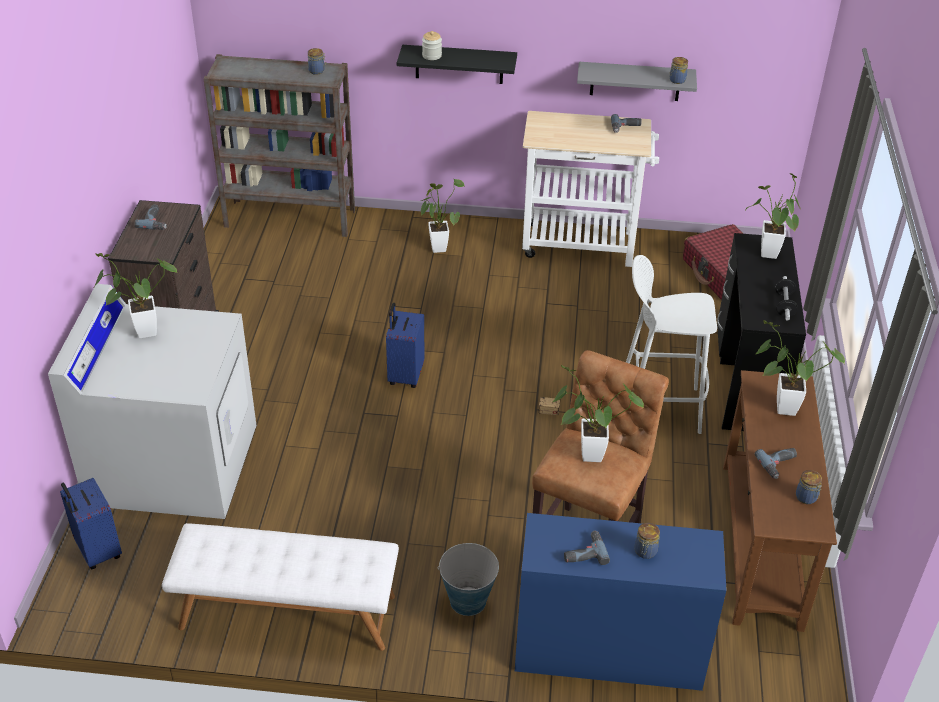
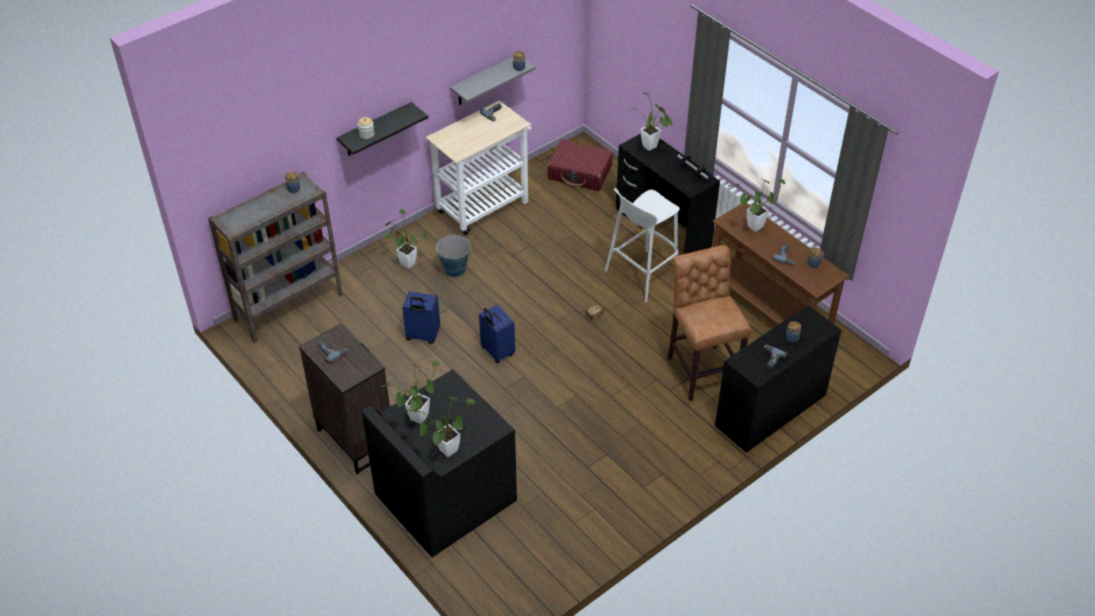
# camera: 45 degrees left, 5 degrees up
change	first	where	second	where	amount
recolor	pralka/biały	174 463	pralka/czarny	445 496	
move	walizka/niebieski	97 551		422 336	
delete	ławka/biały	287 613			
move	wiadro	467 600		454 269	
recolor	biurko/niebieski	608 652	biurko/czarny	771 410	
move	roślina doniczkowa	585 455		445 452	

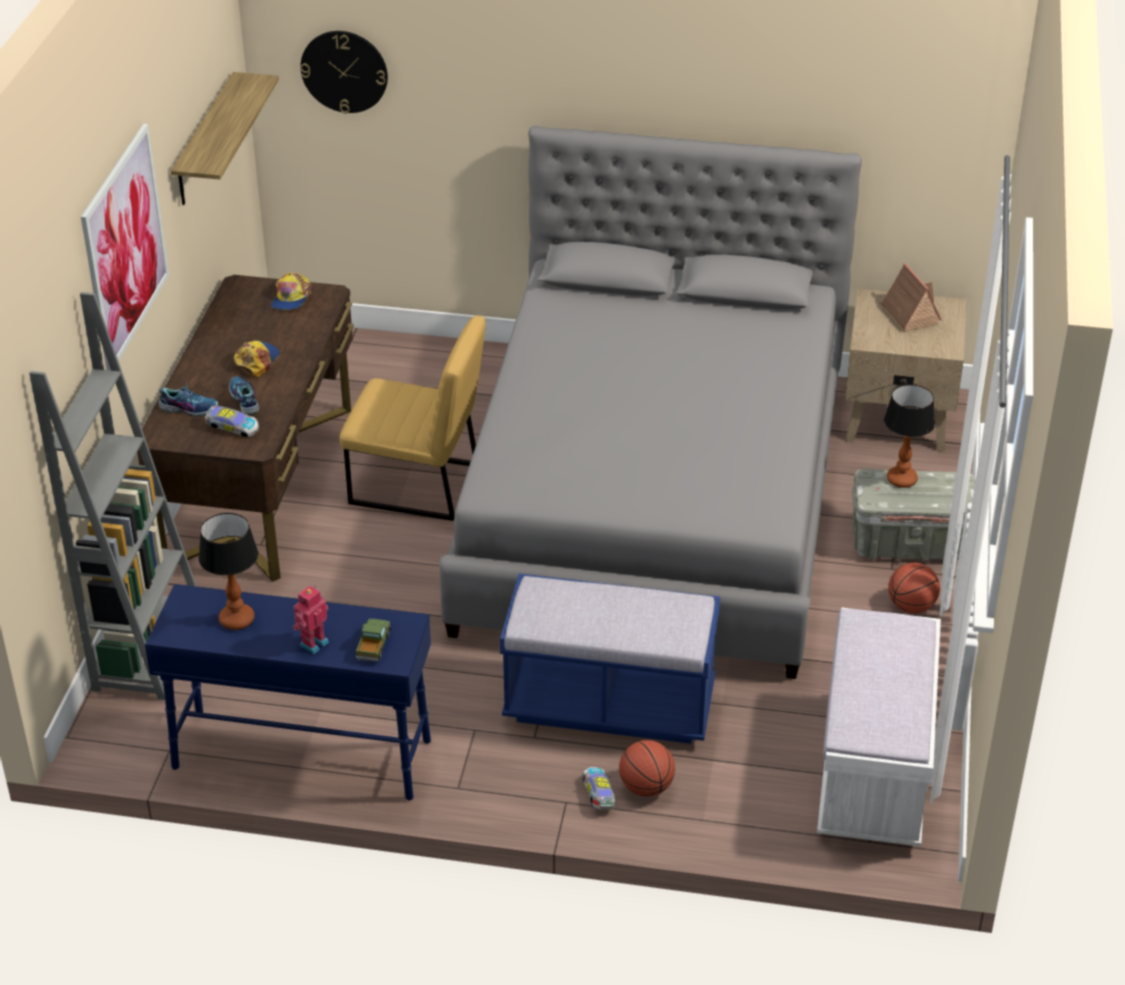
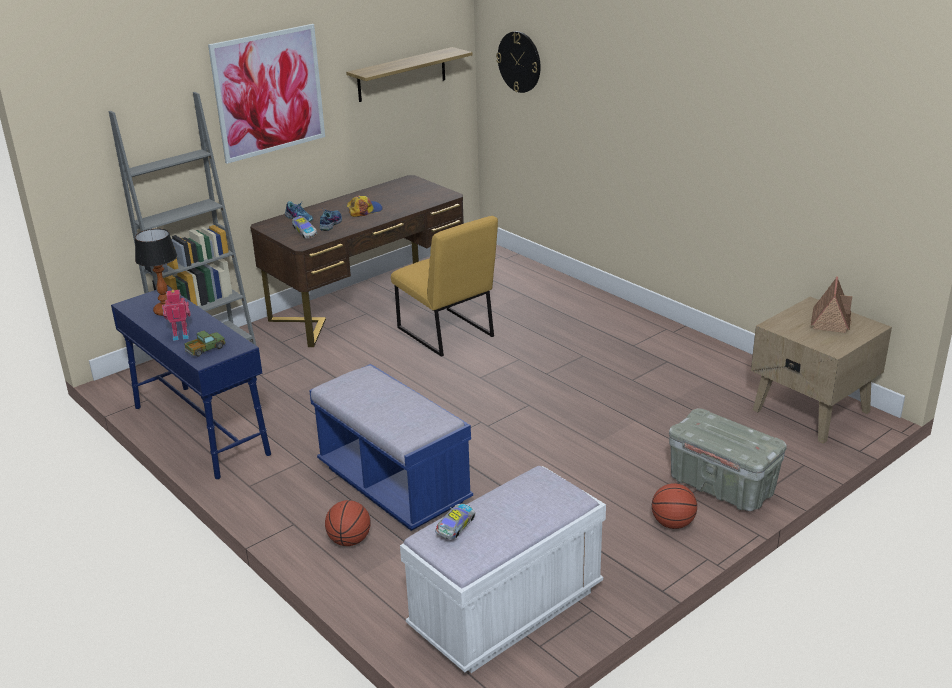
# camera: 40 degrees right, 10 degrees down
change	first	where	second	where	amount
delete	czapka z daszkiem	291 298			
delete	łóżko/szary	655 500			
move	samochodzik	599 795		455 529	
delete	lampa stołowa	901 479			

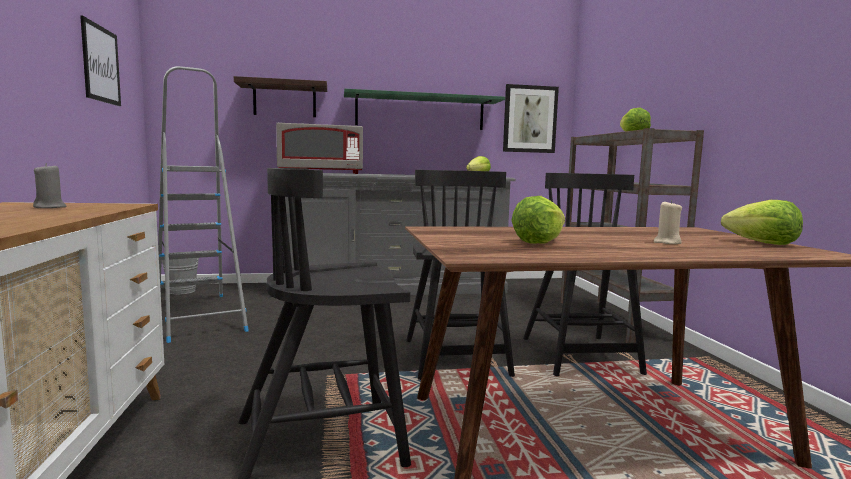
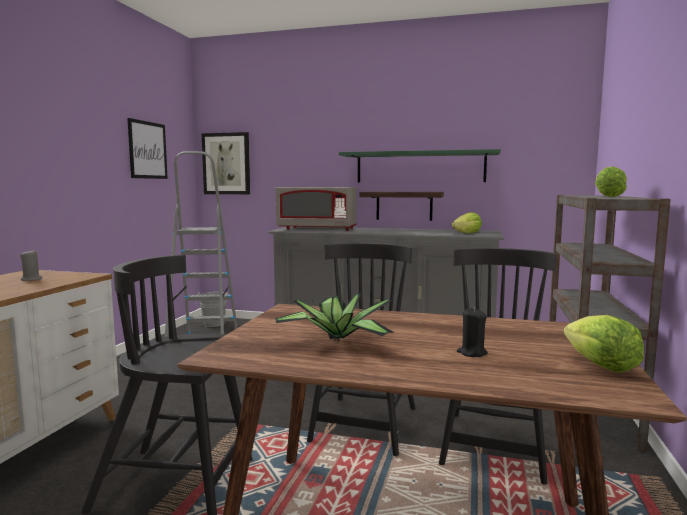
# camera: 25 degrees right, 0 degrees up
change	first	where	second	where	amount
move	półka	284 100		404 205	
move	obraz	529 119		226 163	
replace	sałata	539 242	roślina doniczkowa	335 339	
recolor	świeca/beżowy	667 242	świeca/czarny	472 353	

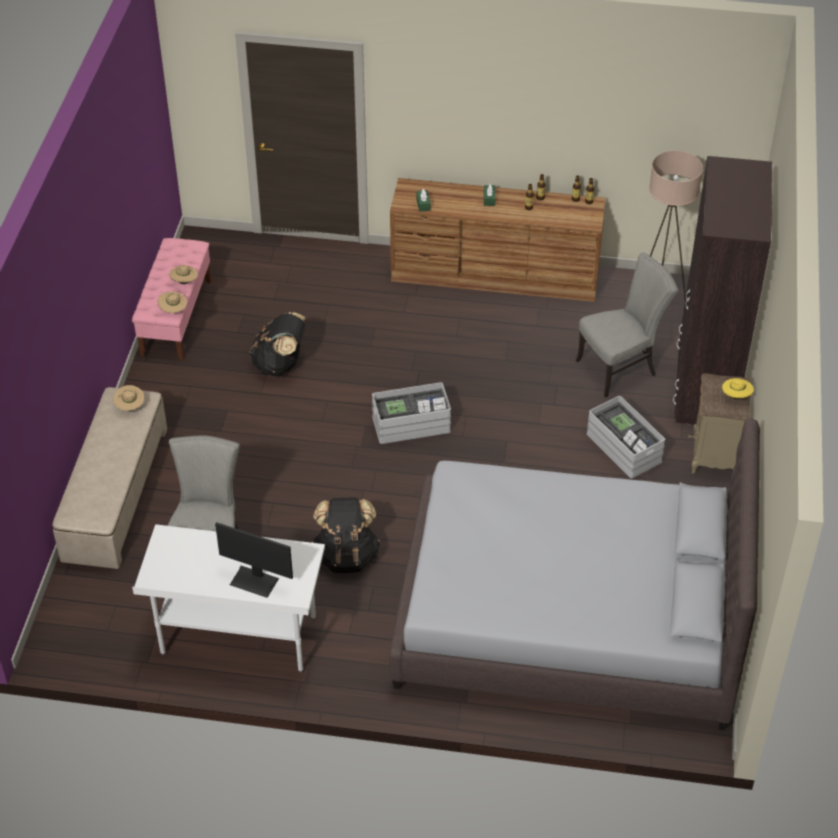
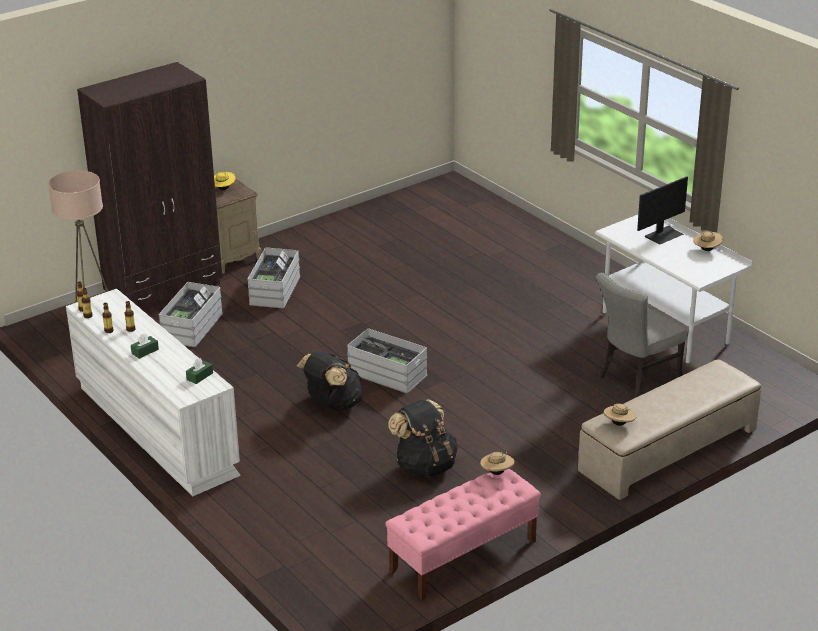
# camera: 135 degrees left, 15 degrees down
change	first	where	second	where	amount
move	kapelusz/beżowy	184 282		706 249	
rotate	monitor	255 581		663 235	75 degrees clockwise
move	plecak/czarny	346 556		332 404	
delete	łóżko/szary	569 617			
recolor	komoda/brązowy	495 274	komoda/biały	155 431	
replace	krzesło/szary	621 367	pojemnik do przechowywania/szary	191 326	

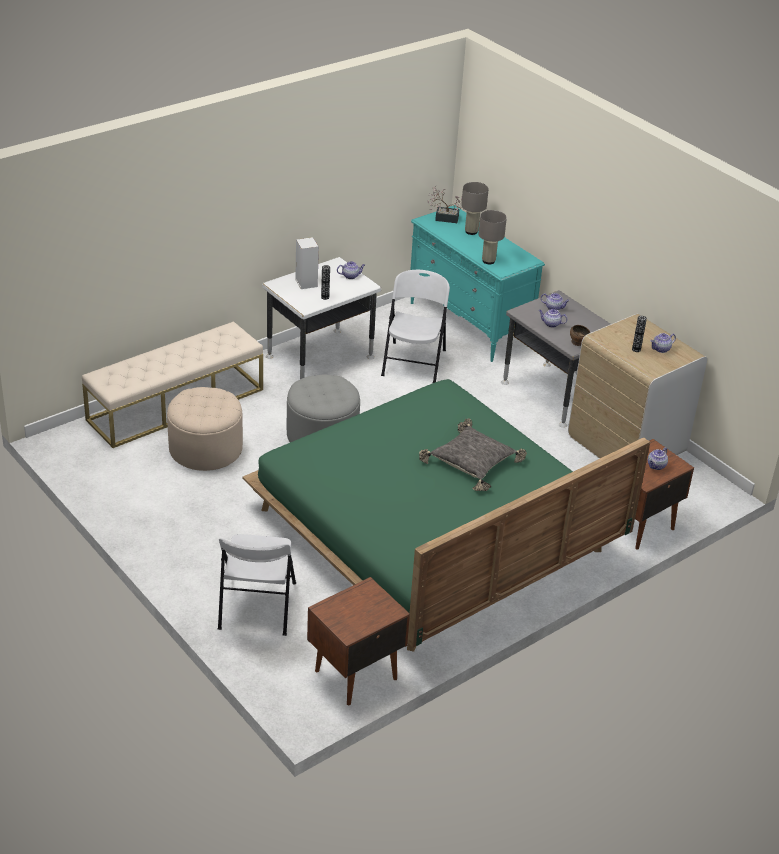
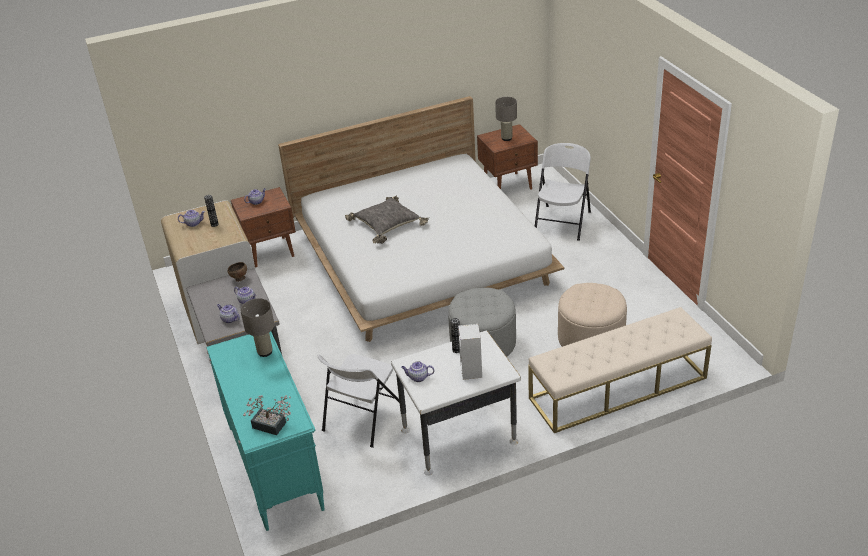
# camera: 160 degrees left, 0 degrees up
change	first	where	second	where	amount
recolor	łóżko/zielony	431 530	łóżko/biały	423 260	
move	lampa stołowa/szary	471 231		506 138	

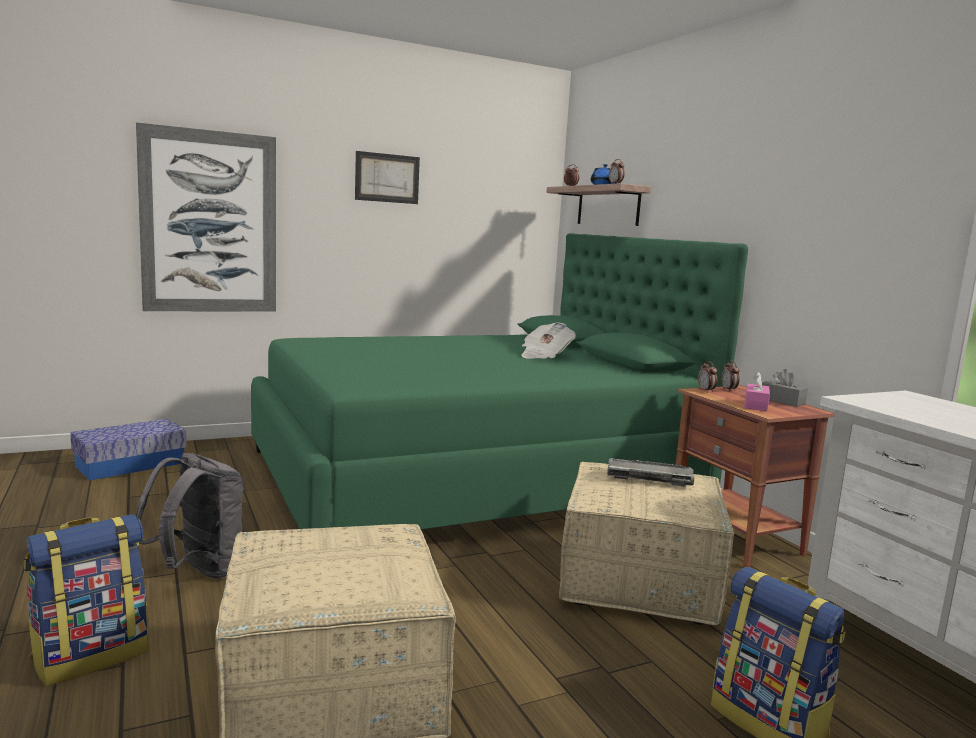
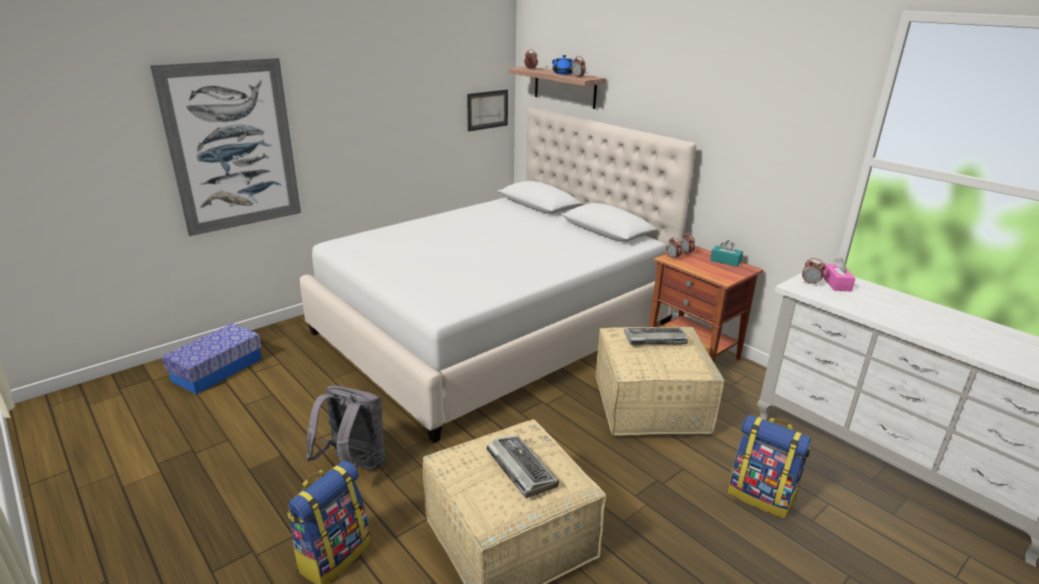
# camera: 15 degrees left, 15 degrees up
change	first	where	second	where	amount
recolor	łóżko/zielony	472 477	łóżko/biały	494 329	
move	obraz	387 178		487 110	
delete	gazeta	544 356			
move	pudełko chusteczek/różowy	755 405		836 284	
recolor	pudełko chusteczek/szary	782 401	pudełko chusteczek/turkusowy	725 261	
insert			klawiatura	520 469	
insert			budzik	810 283	

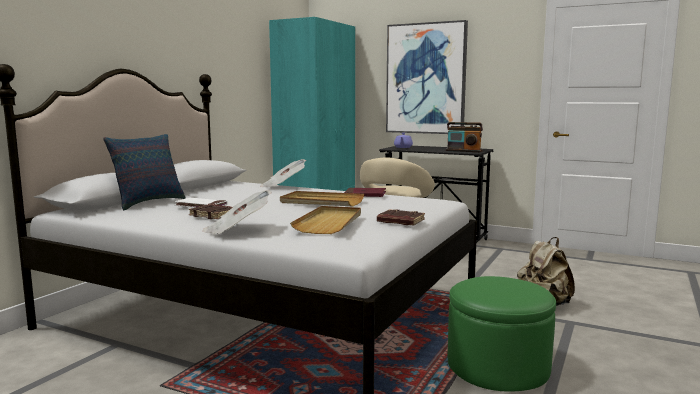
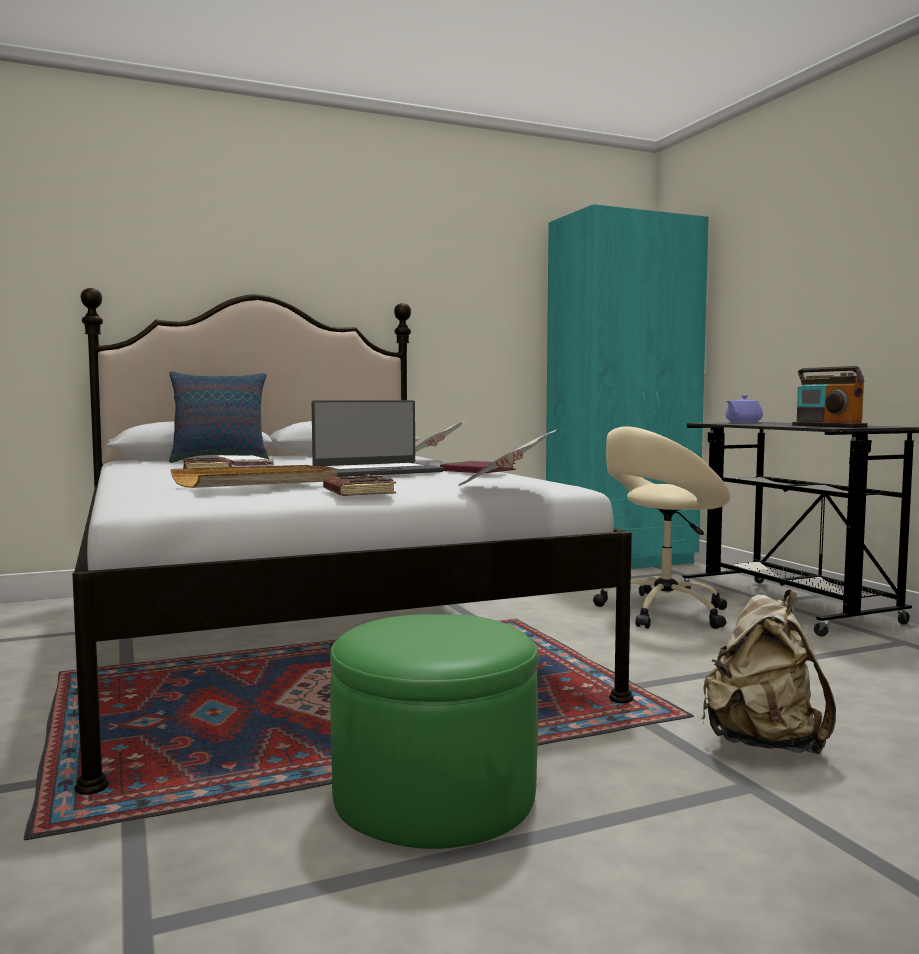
# camera: 40 degrees right, 5 degrees down
change	first	where	second	where	amount
move	gazeta	237 230		502 488	
replace	taca/beżowy	321 202	laptop	377 471	
delete	obraz	426 79			

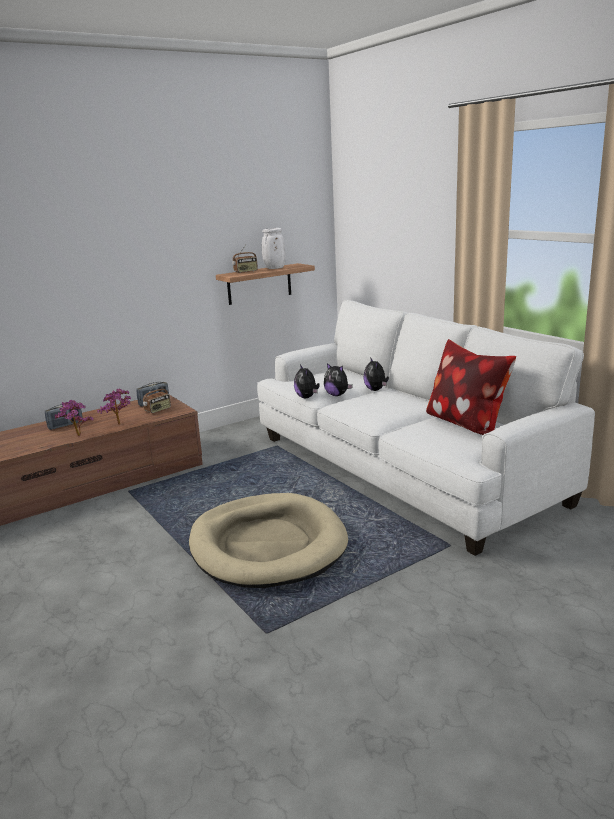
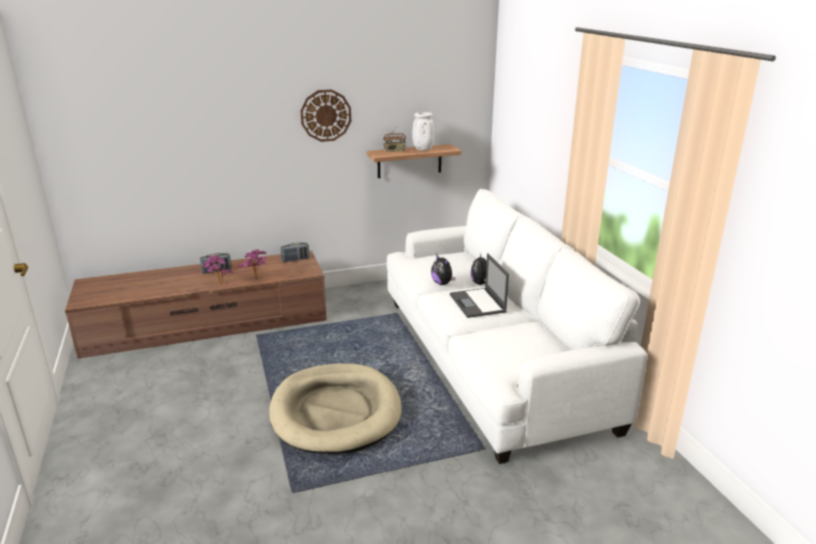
# camera: 15 degrees right, 5 degrees up
change	first	where	second	where	amount
delete	radio	158 410			
delete	pluszak	307 397			
delete	poduszka	465 424			
insert			zegar ścienny	326 115	
insert			laptop	478 303	

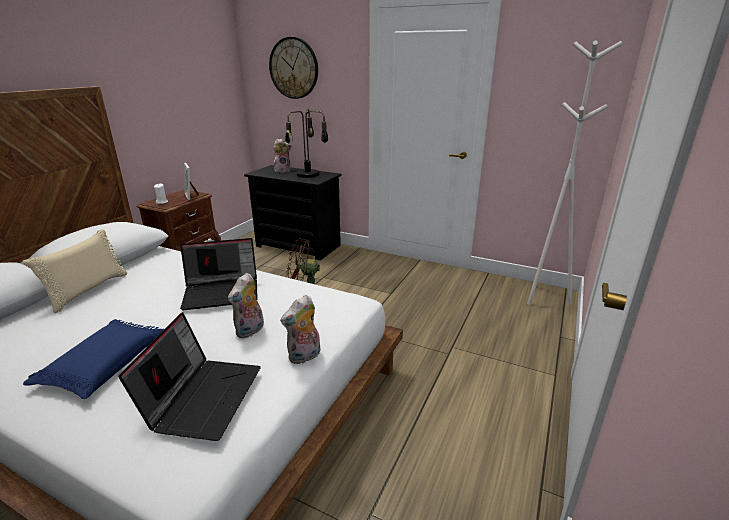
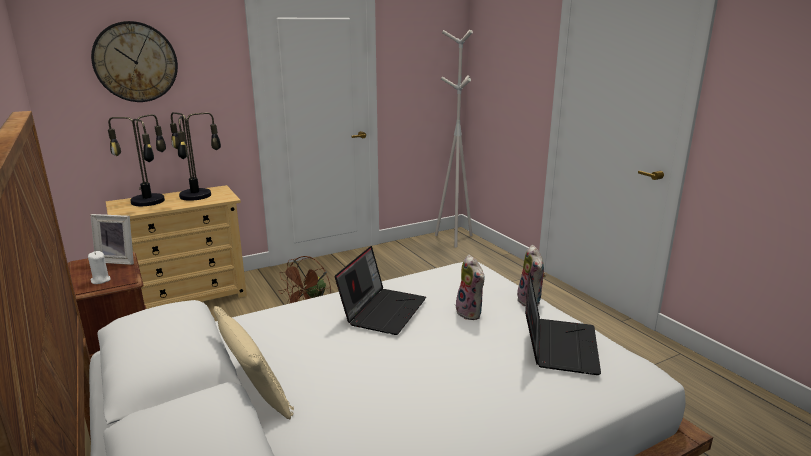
# camera: 55 degrees left, 5 degrees down
change	first	where	second	where	amount
delete	poduszka/niebieski	104 362			
rotate	laptop	203 396		557 345	60 degrees clockwise
recolor	komoda/czarny	298 246	komoda/beżowy	188 296	
replace	pluszak	283 170	lampa stołowa	148 201	

